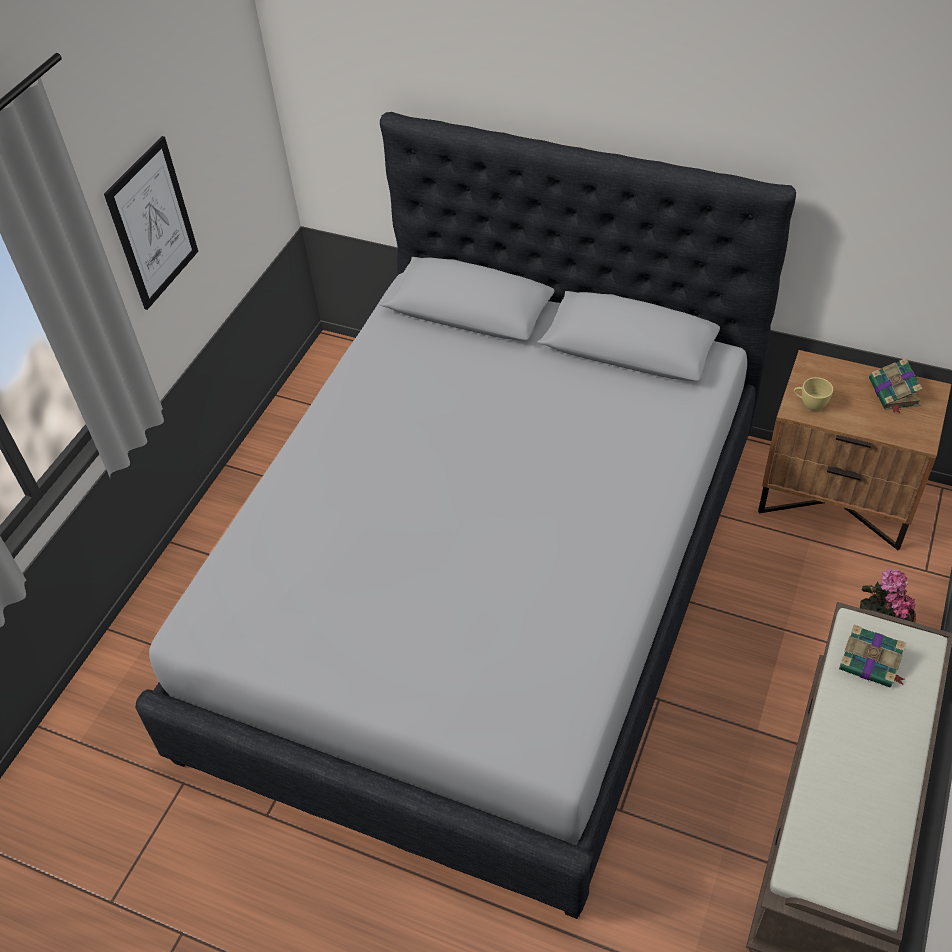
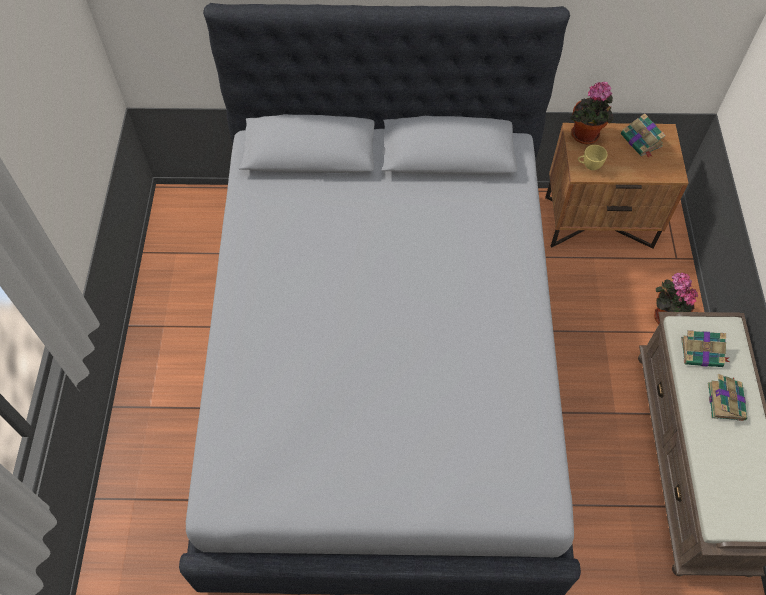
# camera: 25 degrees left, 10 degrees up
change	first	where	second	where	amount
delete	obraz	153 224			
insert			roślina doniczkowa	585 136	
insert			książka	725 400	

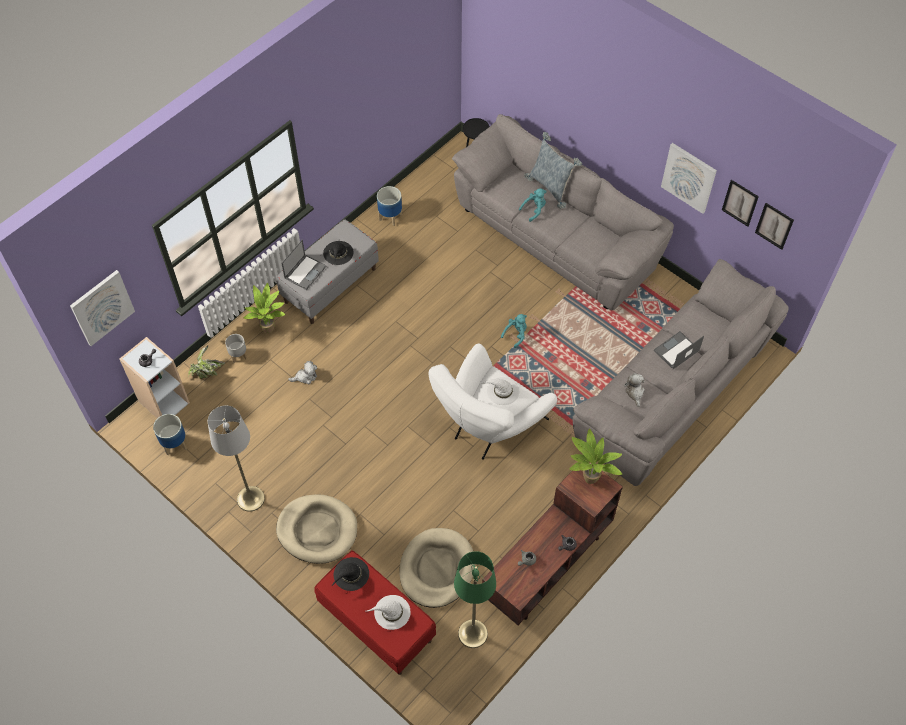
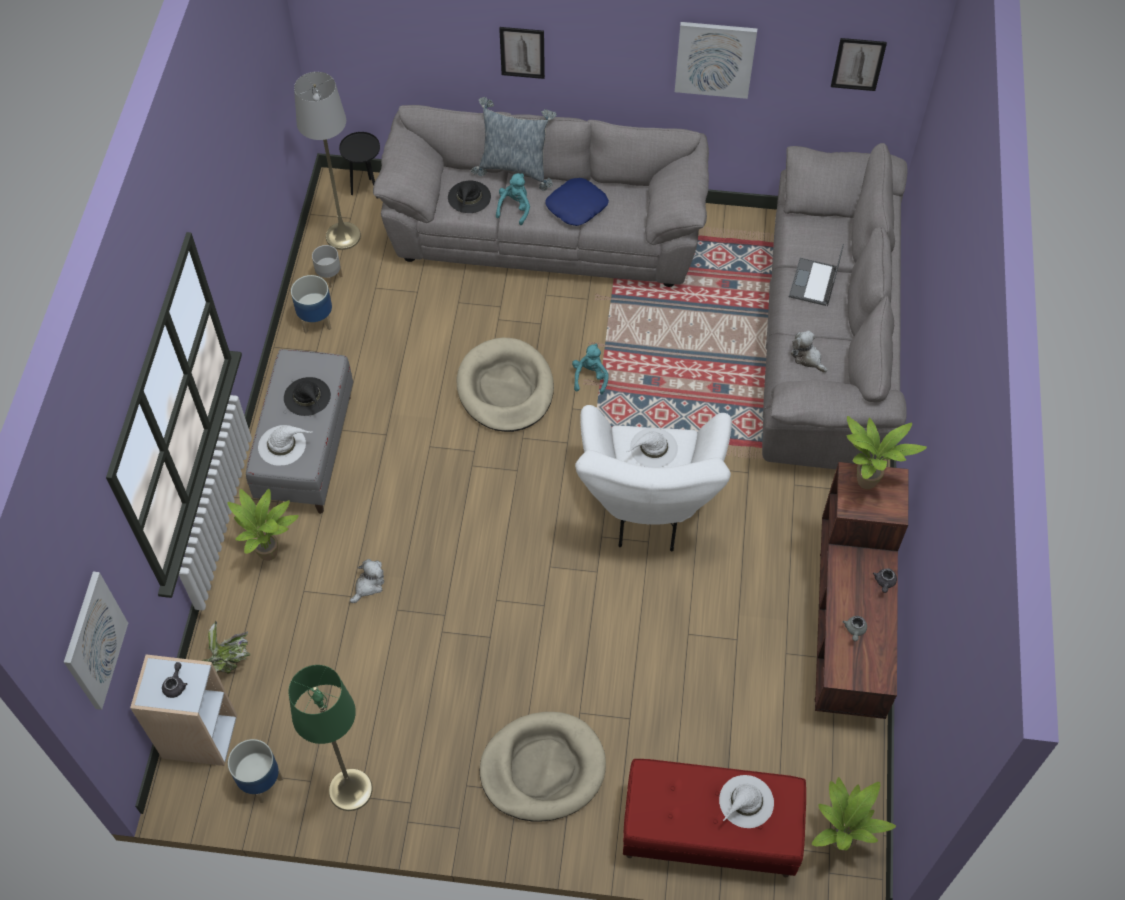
# camera: 35 degrees left, 0 degrees up
change	first	where	second	where	amount
move	lampa stojąca/szary	250 498		343 236	
move	donica/szary	238 355		329 277	
replace	laptop	305 271	kapelusz/biały	282 445	
move	kapelusz/czarny	351 574		469 197	
move	legowisko/beżowy	437 569		505 388	
move	lampa stojąca/zielony	473 633		350 789	
move	obraz	740 203		522 52	
insert			poduszka/niebieski	576 206	
insert			roślina doniczkowa	837 841	

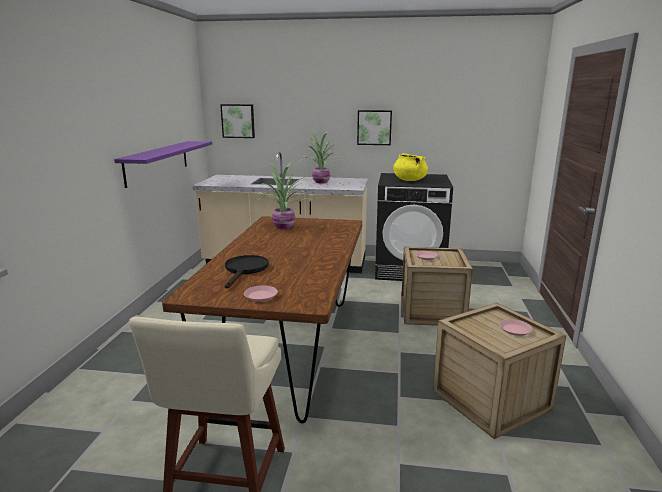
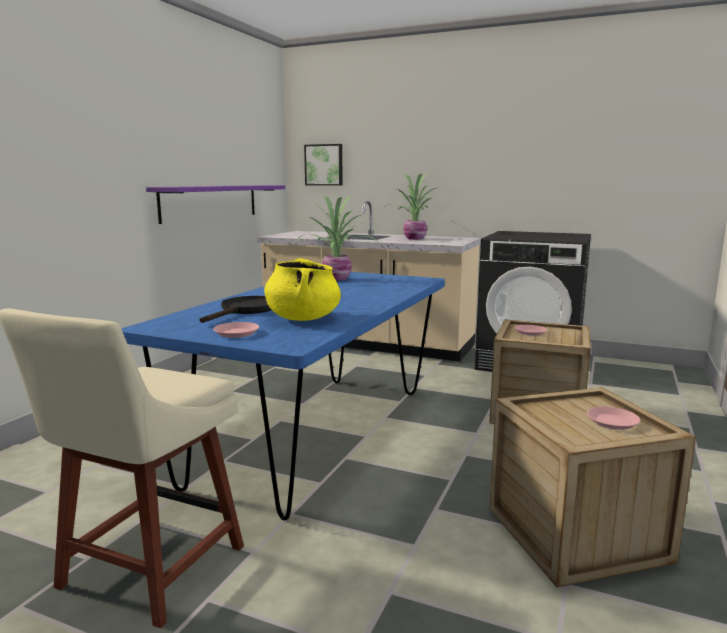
# camera: 15 degrees right, 5 degrees down
change	first	where	second	where	amount
recolor	stół jadalny/brązowy	287 348	stół jadalny/niebieski	316 433	
delete	obraz	374 127			
move	garnek/żółty	409 180		303 318	

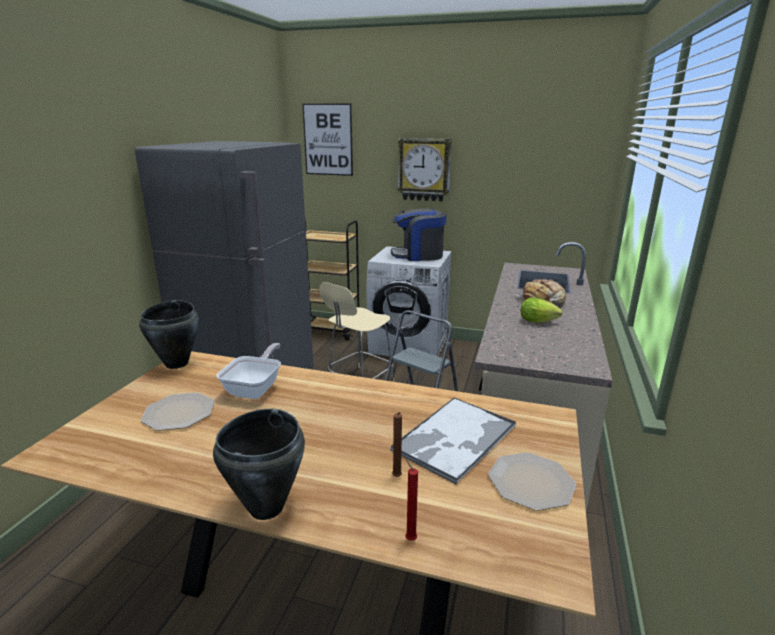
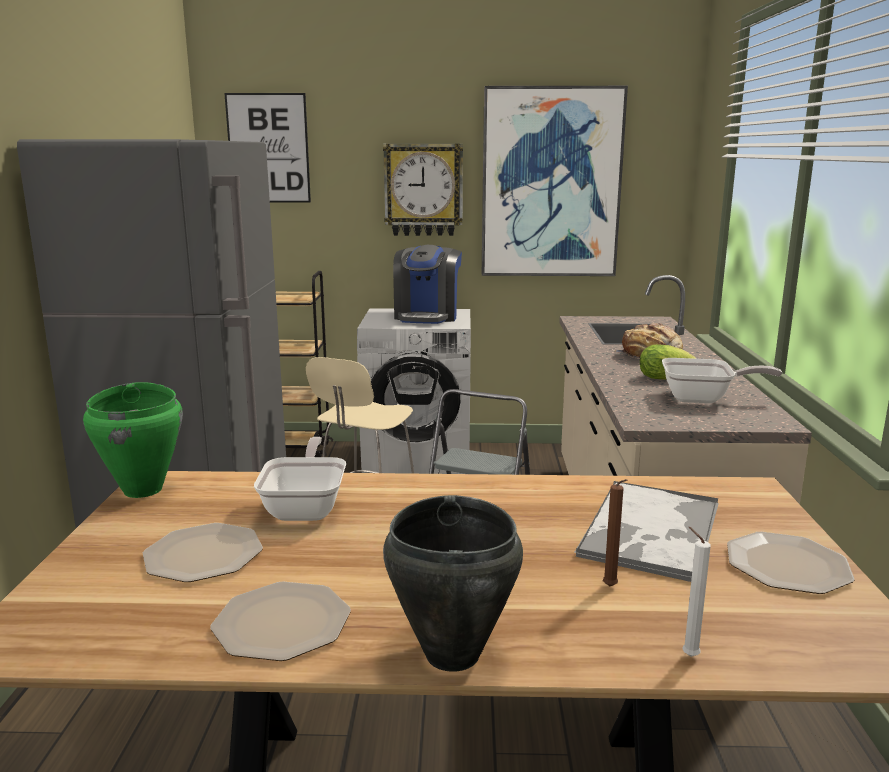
# camera: 15 degrees left, 5 degrees down
change	first	where	second	where	amount
recolor	garnek/czarny	177 363	garnek/zielony	144 489	
rotate	ekspres do kawy	418 255		427 316	60 degrees counterclockwise
recolor	świeca/czerwony	409 538	świeca/biały	687 655	
insert			talerz	282 622	
insert			obraz	550 183	
insert			patelnia	703 399	

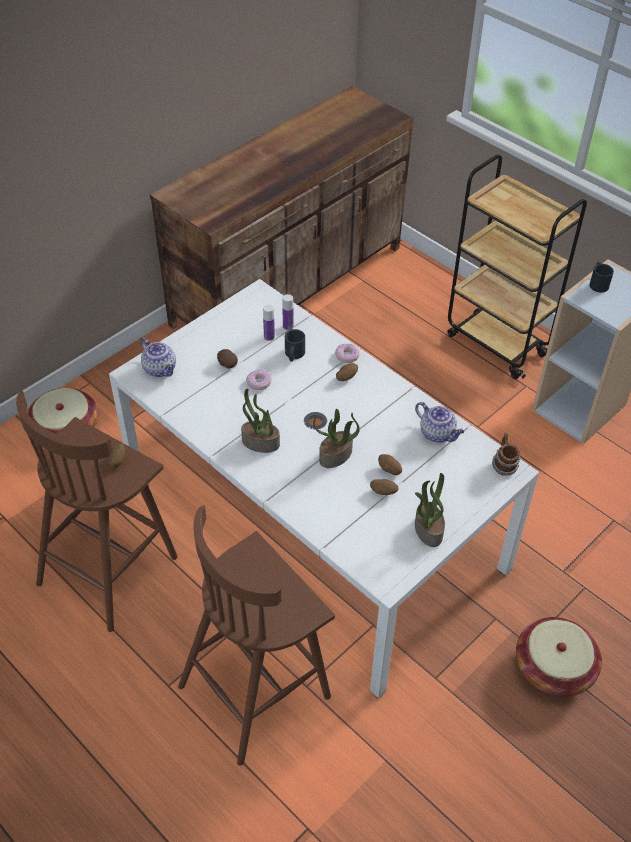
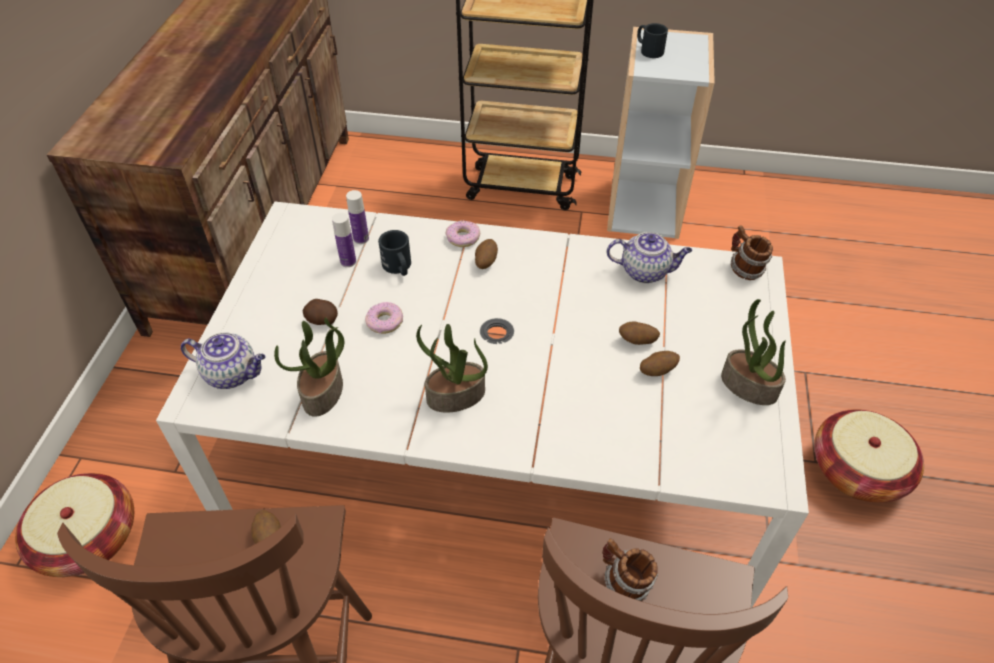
# camera: 35 degrees left, 0 degrees up
change	first	where	second	where	amount
move	roślina doniczkowa	335 456		323 393	
insert			kubek	624 583	

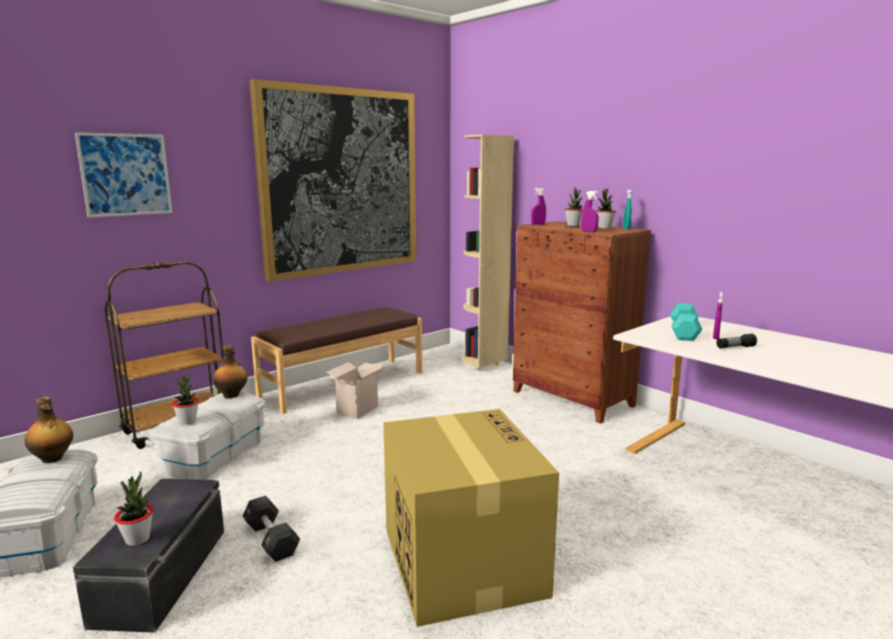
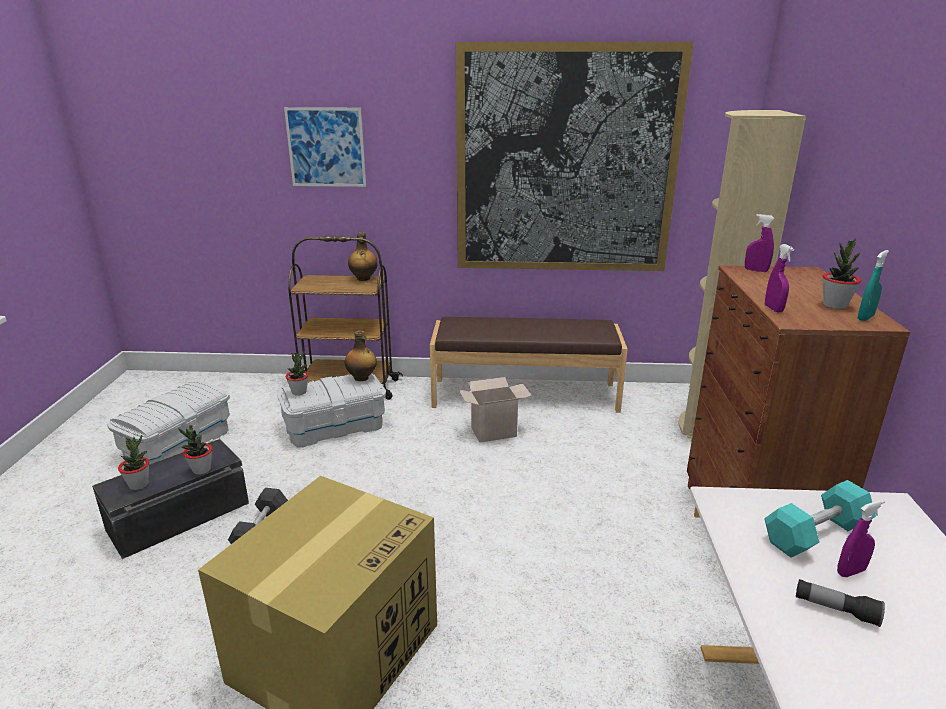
# camera: 45 degrees right, 10 degrees up
change	first	where	second	where	amount
move	butelka	52 459		363 279	
move	roślina doniczkowa	573 226		201 470	

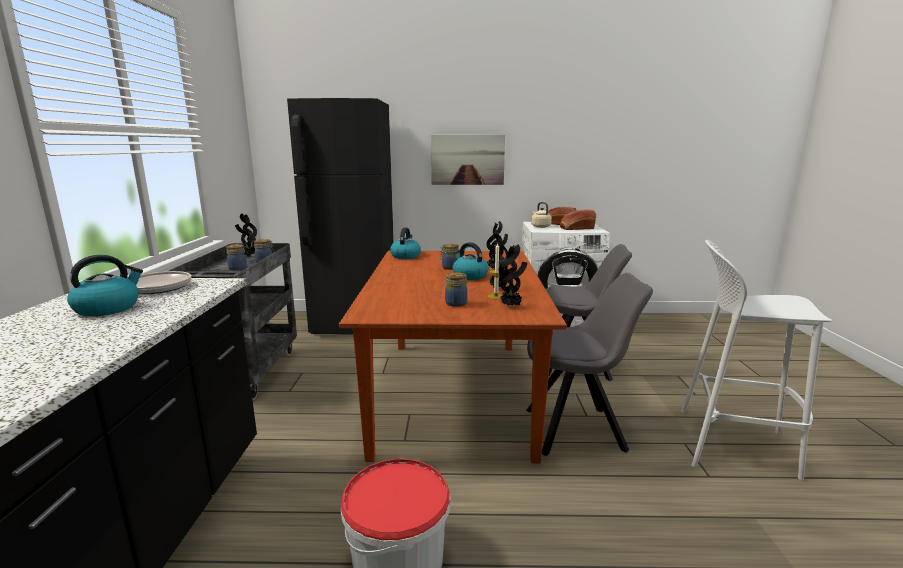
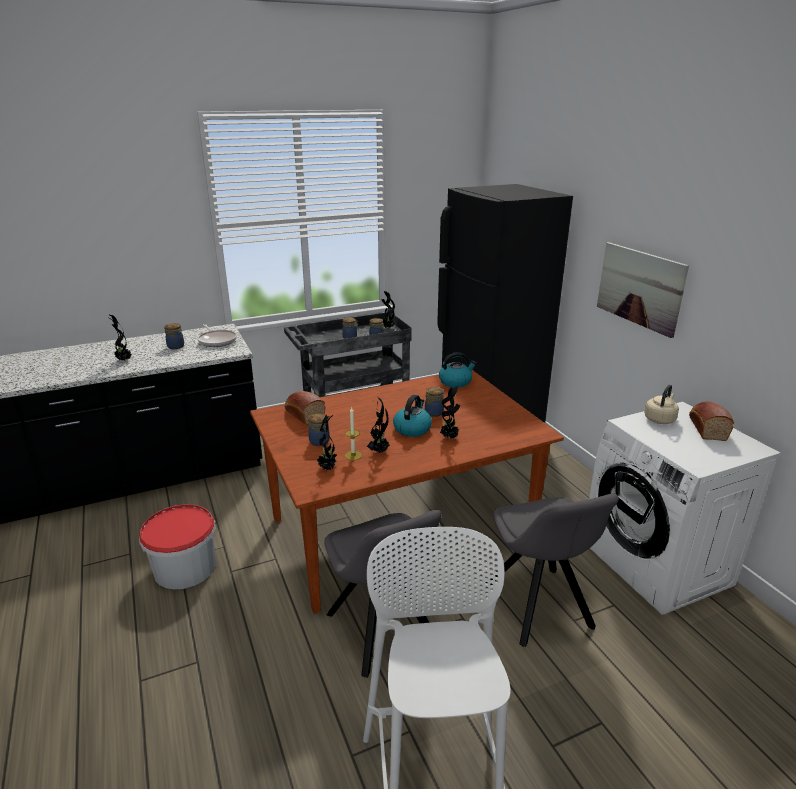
# camera: 65 degrees right, 10 degrees up
change	first	where	second	where	amount
replace	czajnik	108 308	słoik	176 346	
move	chleb	576 228		303 414	
insert			roślina doniczkowa	123 360	

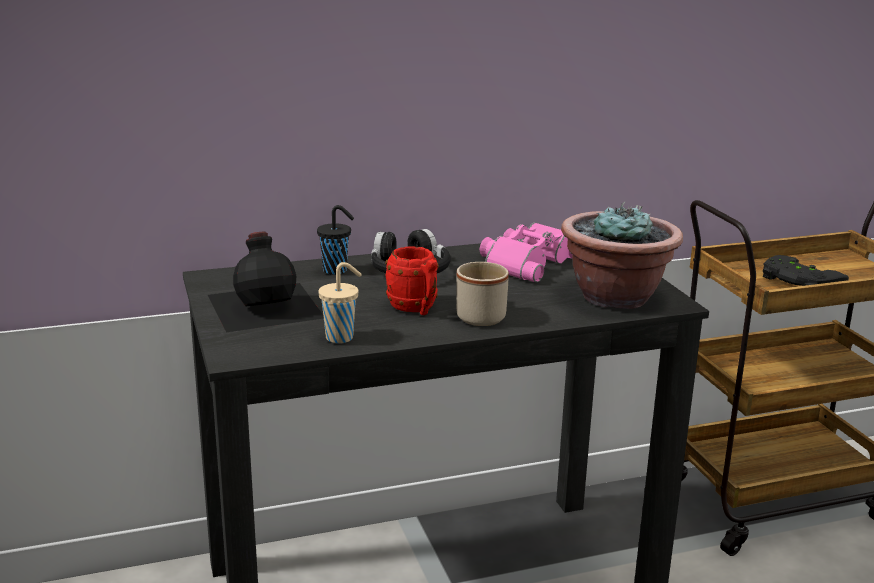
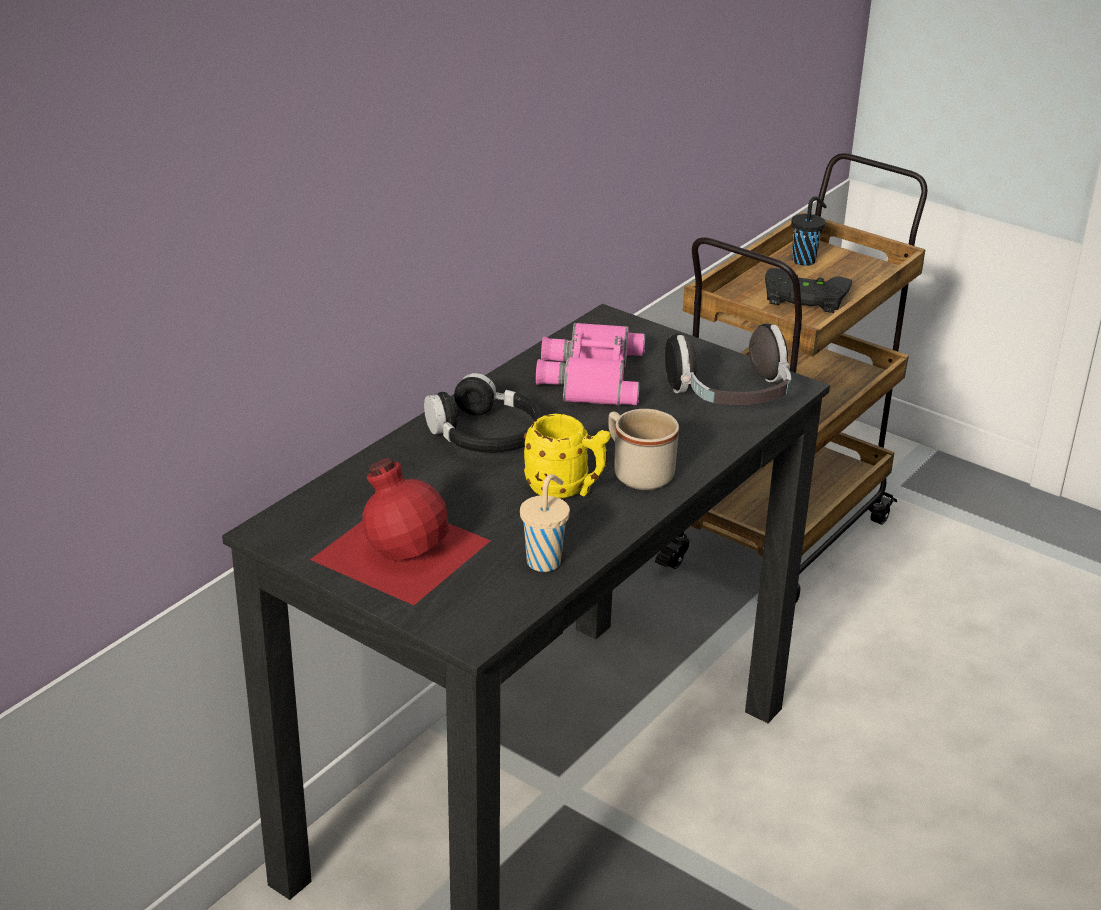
# camera: 35 degrees left, 10 degrees up
change	first	where	second	where	amount
recolor	butelka/czarny	266 305	butelka/czerwony	401 548	
move	filiżanka/czarny	336 271		805 260	
recolor	kubek/czerwony	416 309	kubek/żółty	566 490	
replace	roślina doniczkowa	615 297	słuchawki	731 397	

